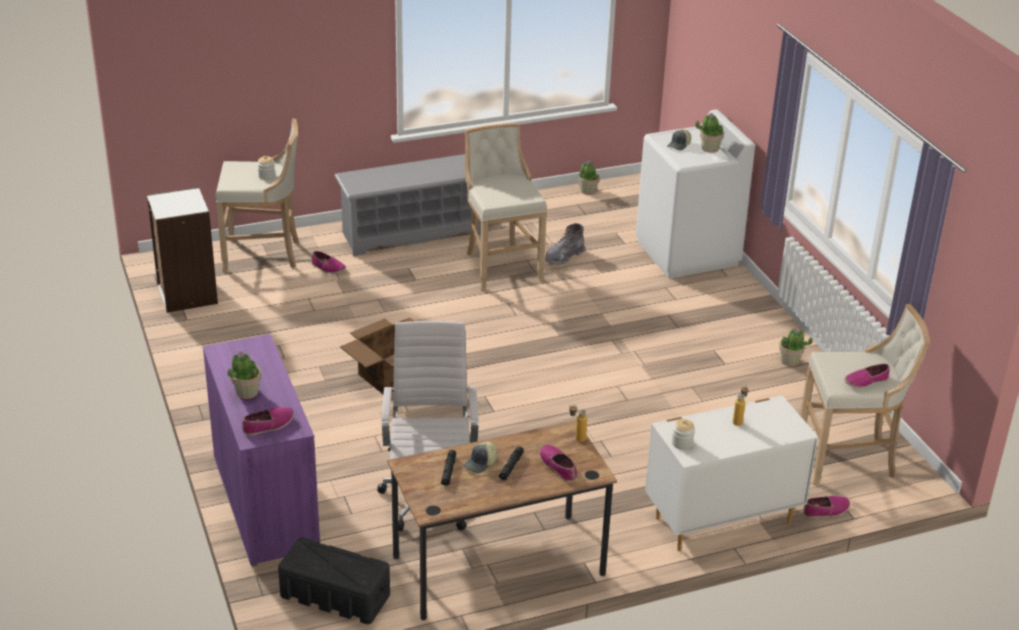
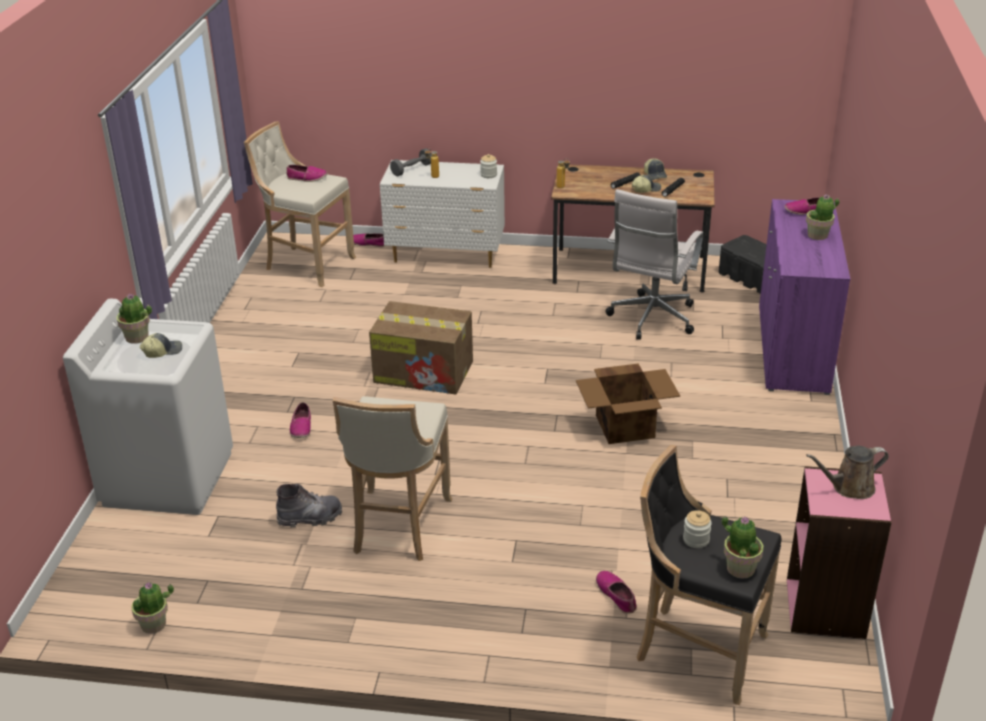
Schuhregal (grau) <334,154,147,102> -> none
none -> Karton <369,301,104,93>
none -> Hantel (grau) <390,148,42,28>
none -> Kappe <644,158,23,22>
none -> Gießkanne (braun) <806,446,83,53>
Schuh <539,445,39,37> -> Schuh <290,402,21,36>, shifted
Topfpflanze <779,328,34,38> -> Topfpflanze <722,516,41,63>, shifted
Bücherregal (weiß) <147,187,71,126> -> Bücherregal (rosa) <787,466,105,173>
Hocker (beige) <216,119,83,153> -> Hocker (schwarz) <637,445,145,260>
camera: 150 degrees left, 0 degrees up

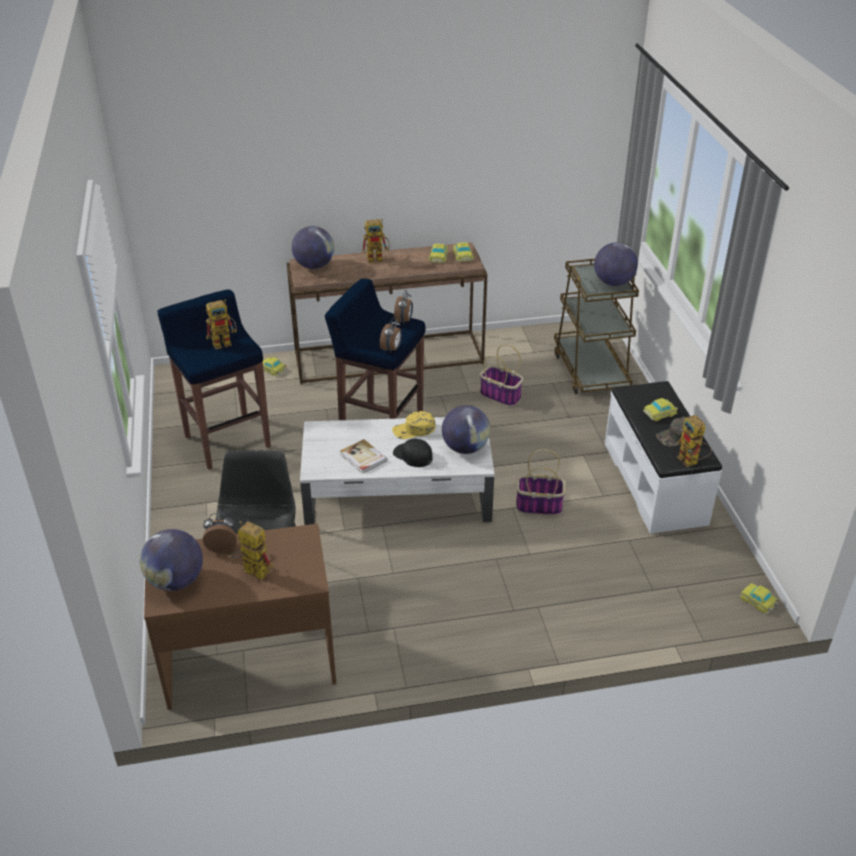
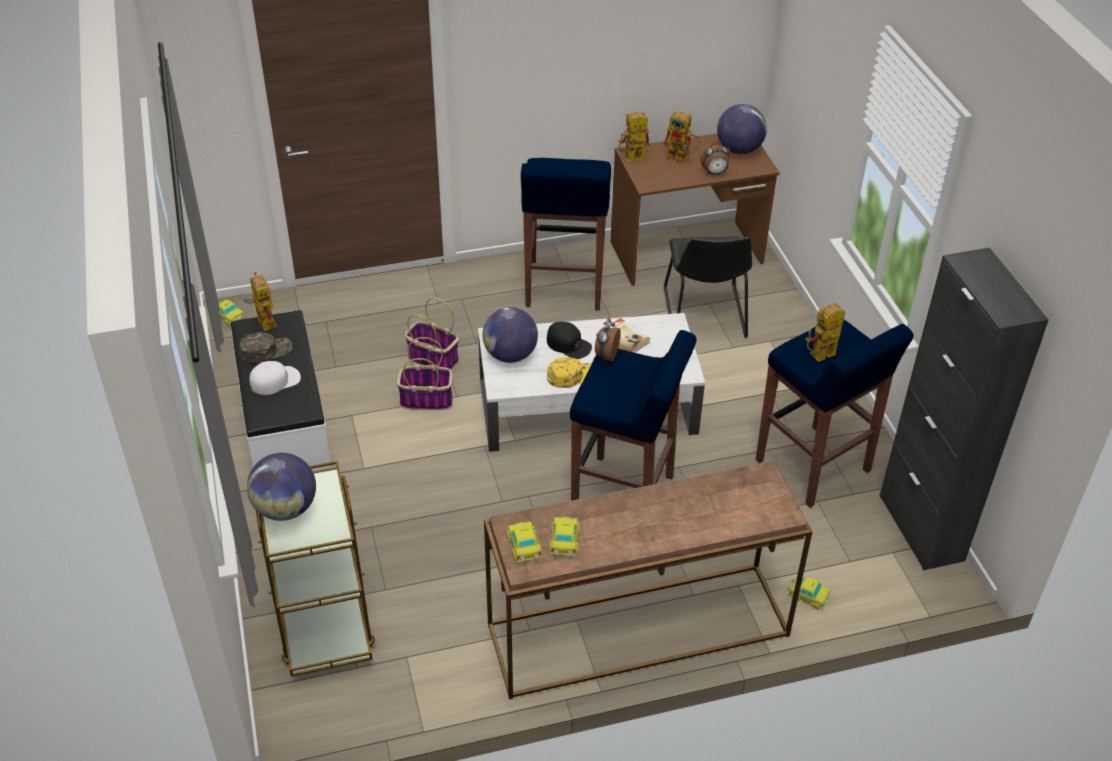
Globus <292,226,42,43> -> none
Wecker <394,290,19,35> -> none
none -> Hocker (blau) <521,158,90,153>
none -> Schrank (schwarz) <880,248,169,322>
Spielzeugroboter <362,219,28,44> -> Spielzeugroboter <618,112,32,50>, shifted
Korb <480,344,43,63> -> Korb <405,298,54,72>, shifted
Spielzeugauto <643,398,35,23> -> Kappe (weiß) <249,361,52,34>
camera: 175 degrees right, 5 degrees up

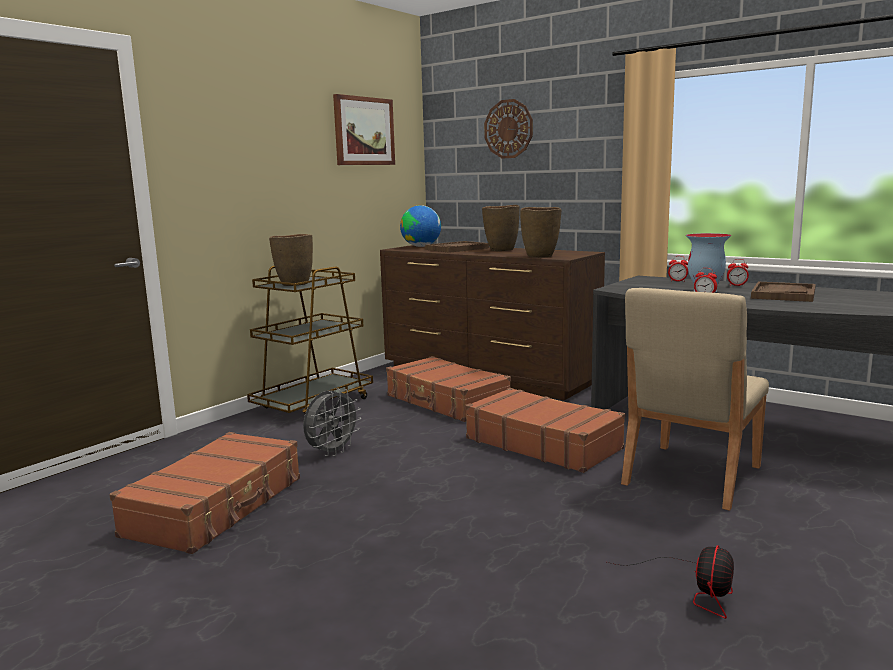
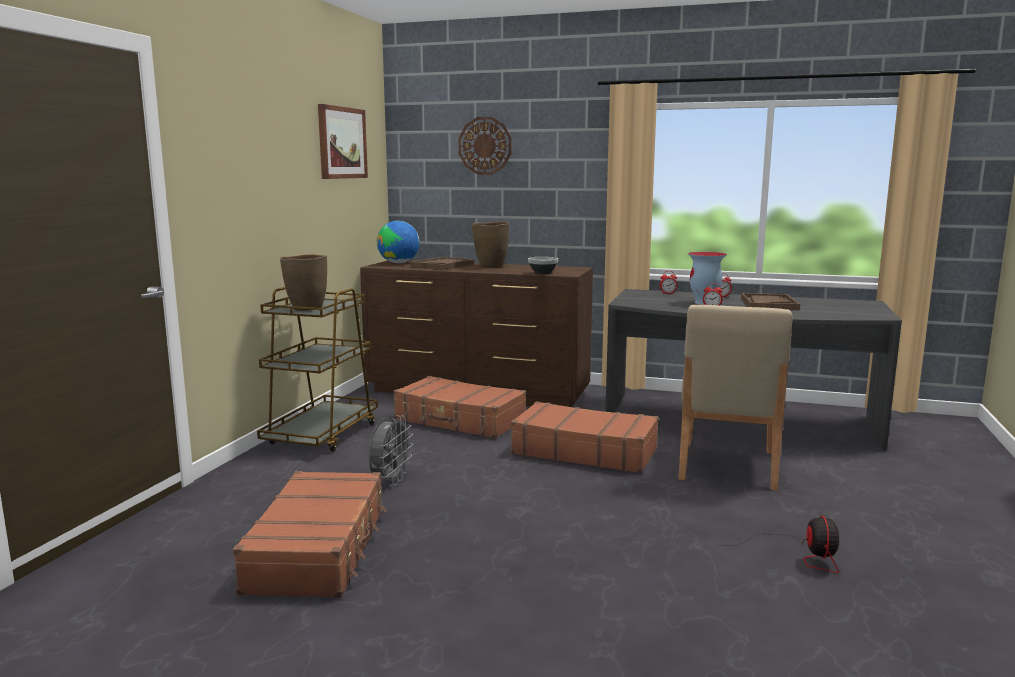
Vase (braun) <520,207,41,51> -> Schüssel <528,257,30,17>
camera: 20 degrees left, 0 degrees up

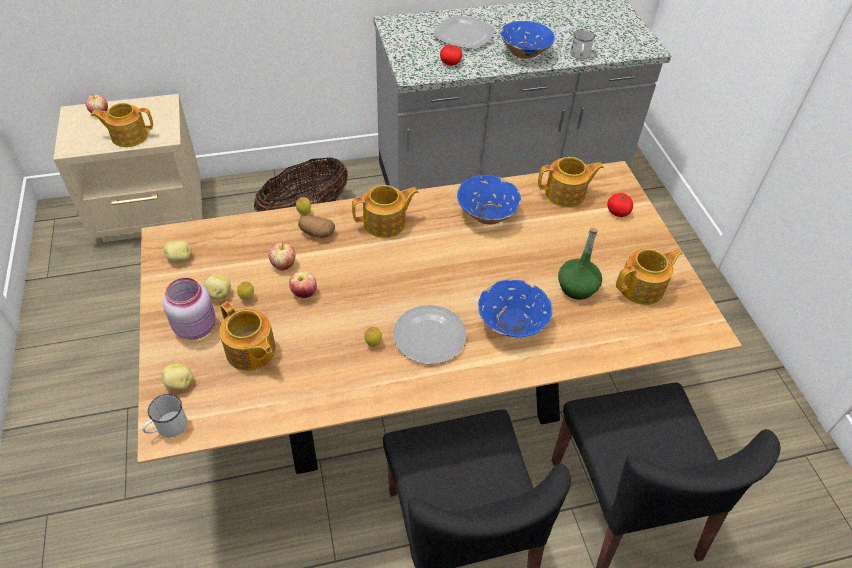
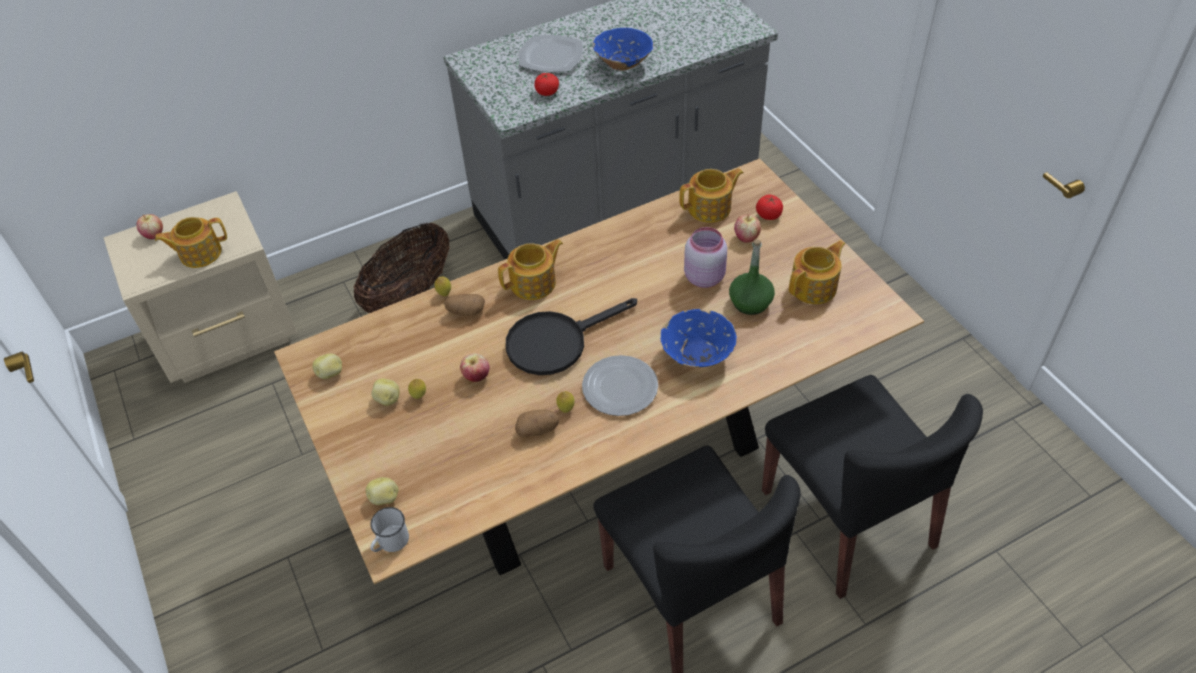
Teekanne <220,301,56,70> -> none
Schüssel (blau) <457,175,64,49> -> none
Henkelbecher (weiß) <571,29,24,30> -> none
none -> Pfanne (schwarz) <506,298,131,77>
none -> Kartoffel <515,410,44,27>
Vorratsglas (rosa) <163,278,53,62> -> Vorratsglas (rosa) <684,227,43,61>, shifted
Apfel <269,242,26,28> -> Apfel <734,214,27,29>, shifted
camera: 10 degrees left, 0 degrees up

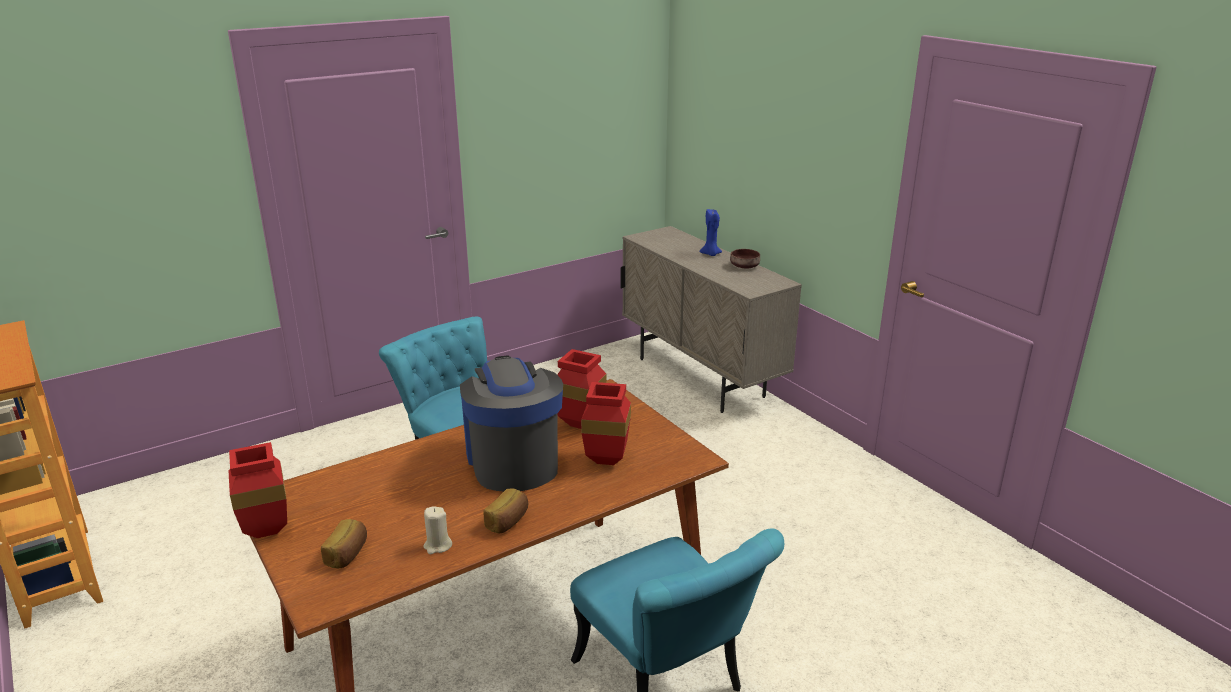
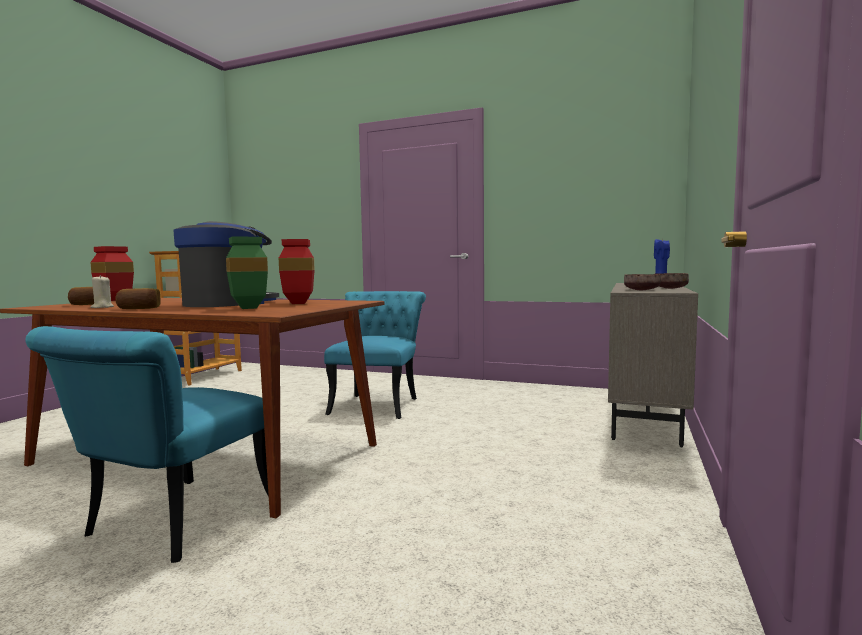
none -> Schüssel (braun) <624,274,37,16>
Vase (rot) <581,382,50,83> -> Vase (grün) <226,236,42,73>
camera: 55 degrees right, 20 degrees down

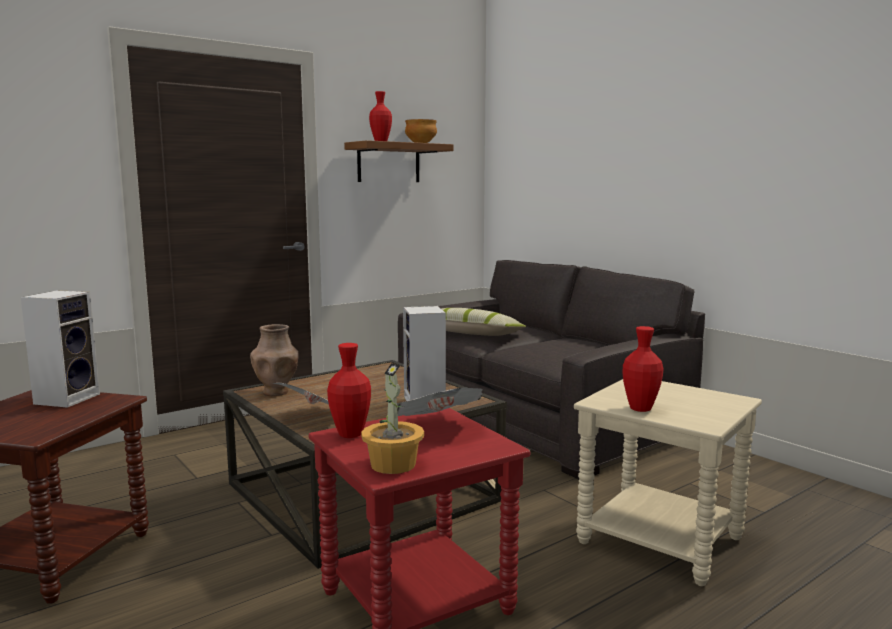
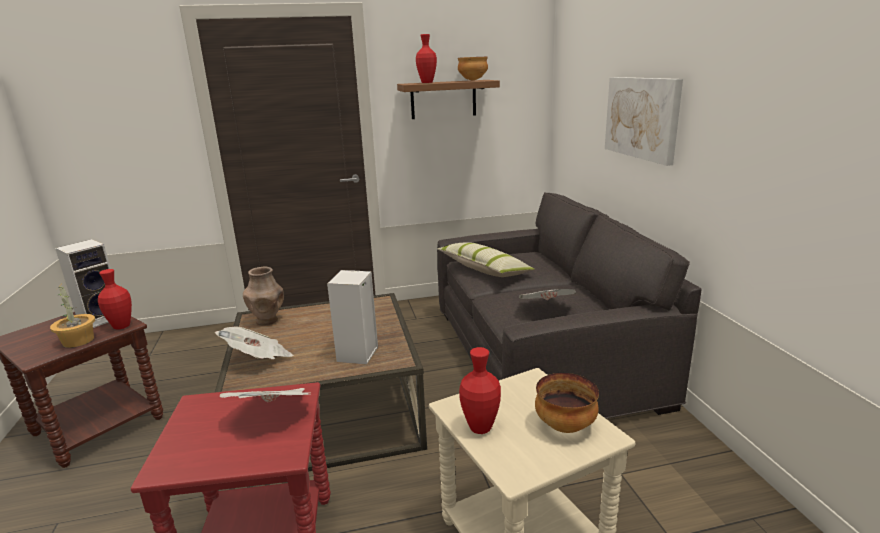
none -> Zeitung <519,289,57,11>
none -> Schüssel <535,373,64,60>
none -> Bild <605,77,78,89>
Vase (rot) <327,343,44,95> -> Vase (rot) <98,269,34,61>, shifted
Topfpflanze <361,363,63,111> -> Topfpflanze <50,286,45,62>, shifted
camera: 25 degrees right, 10 degrees up

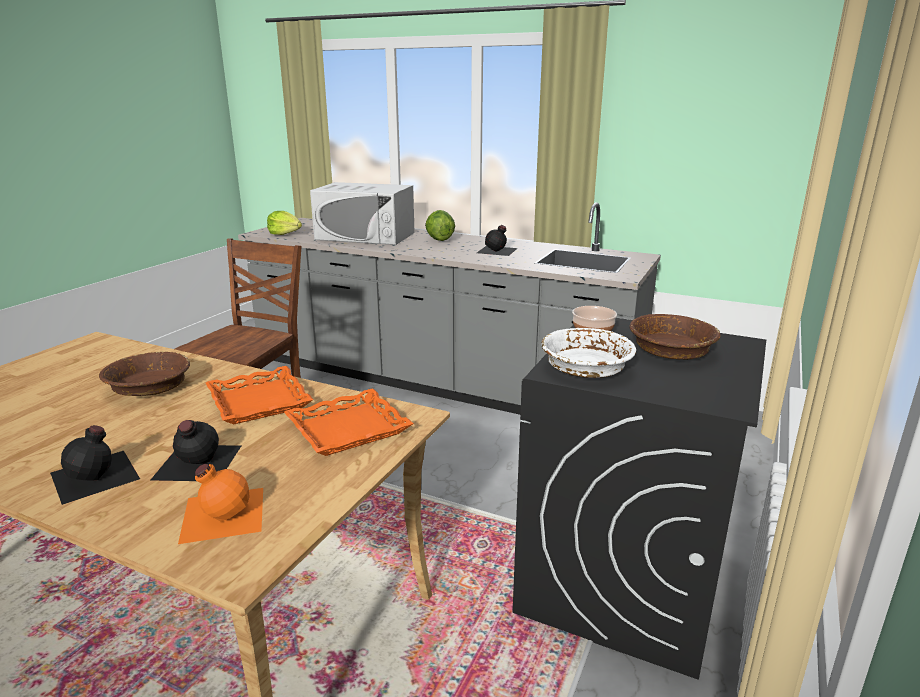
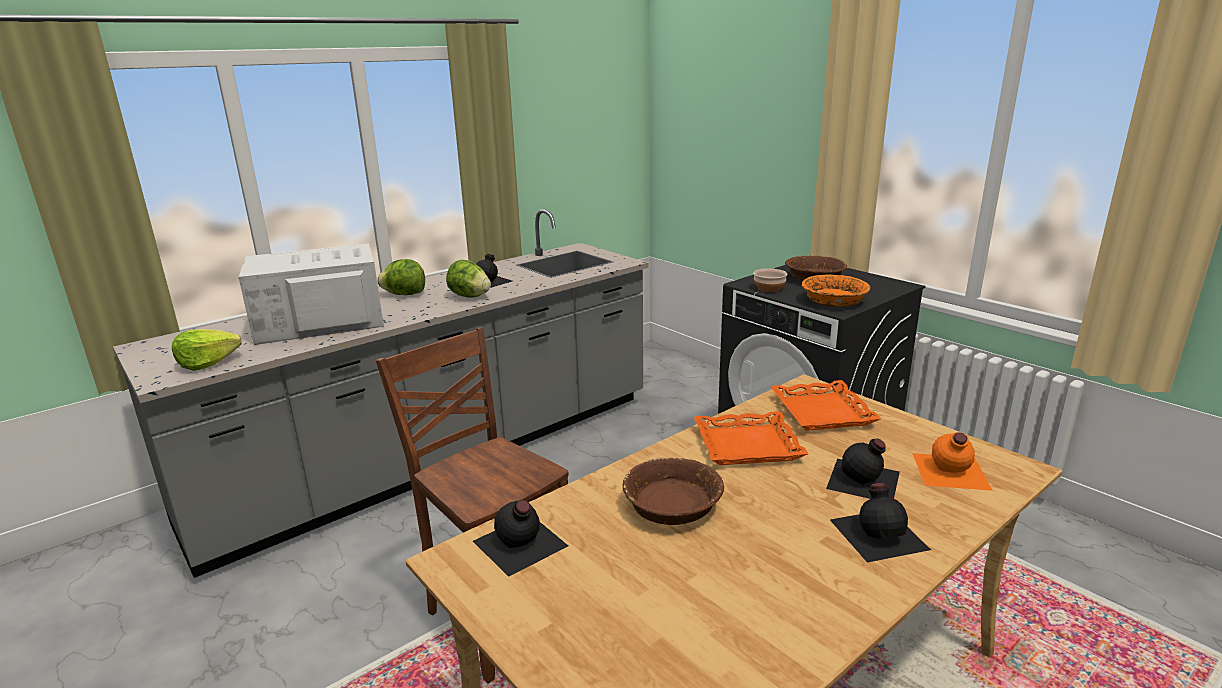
none -> Salatkopf <446,260,45,38>
none -> Flasche (schwarz) <473,500,95,77>
Schüssel (weiß) <541,328,95,50> -> Schüssel (orange) <802,274,69,33>
Mikrowelle (weiß) <310,182,105,63> -> Mikrowelle (weiß) <239,243,145,102>, 150 degrees counterclockwise
camera: 65 degrees left, 0 degrees up

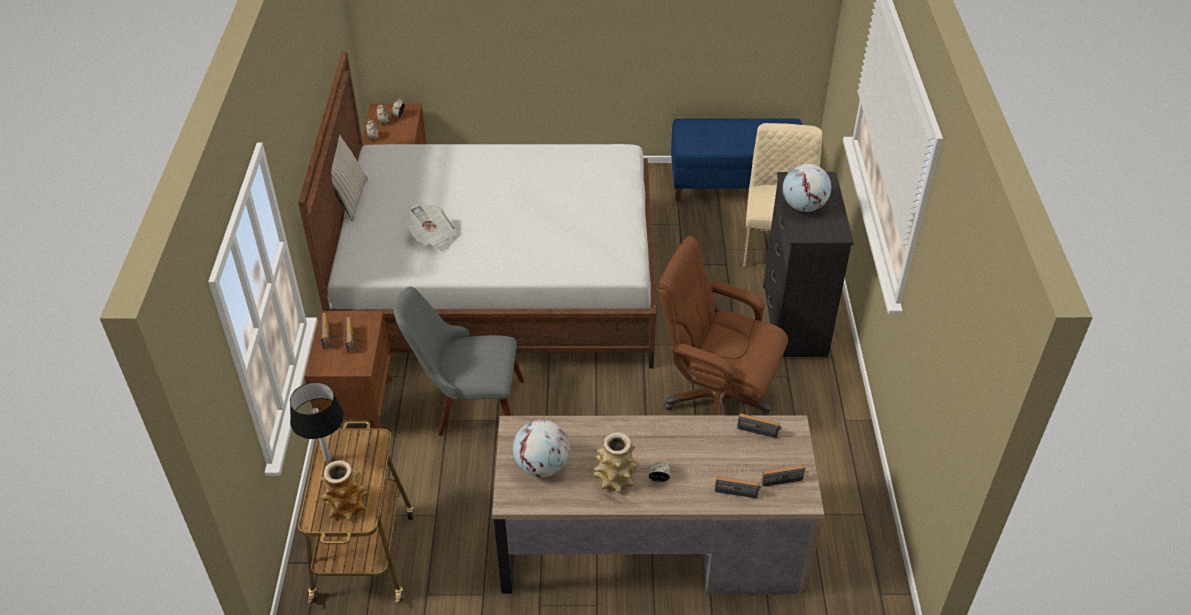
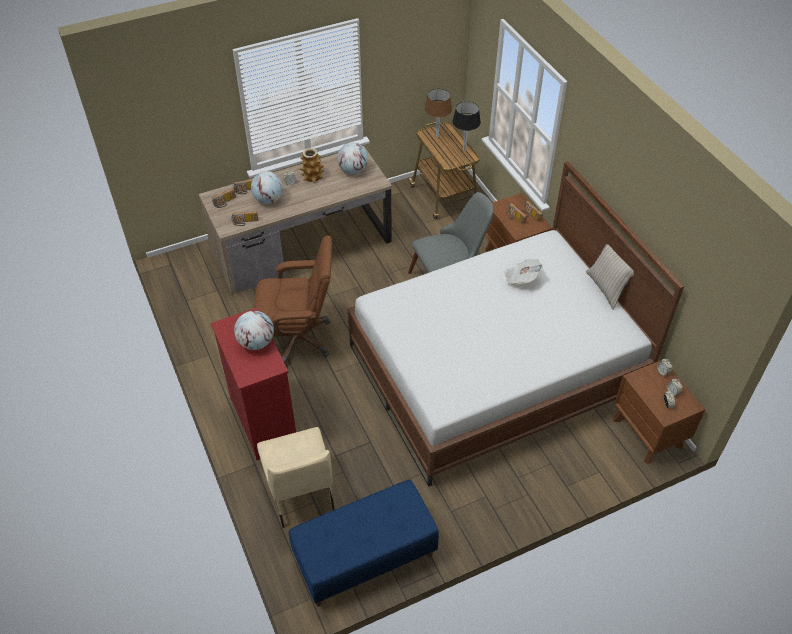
none -> Globus <251,171,32,33>
Vase <321,461,46,60> -> Tischlampe (braun) <424,89,28,49>
Kommode (schwarz) <763,172,91,185> -> Kommode (rot) <211,308,85,152>
camera: 155 degrees right, 5 degrees up

